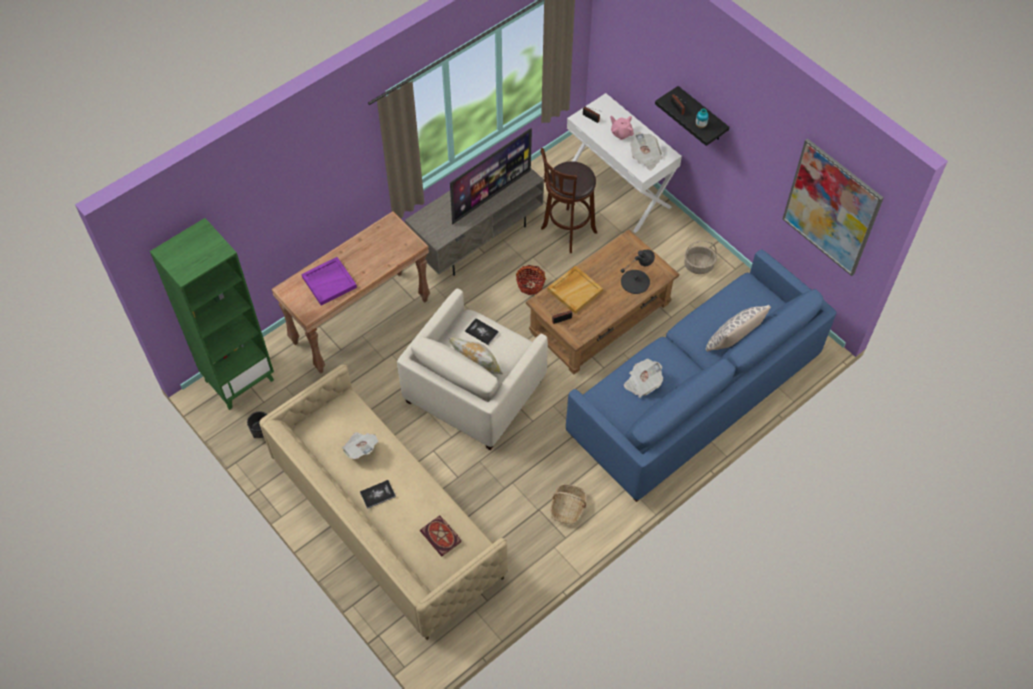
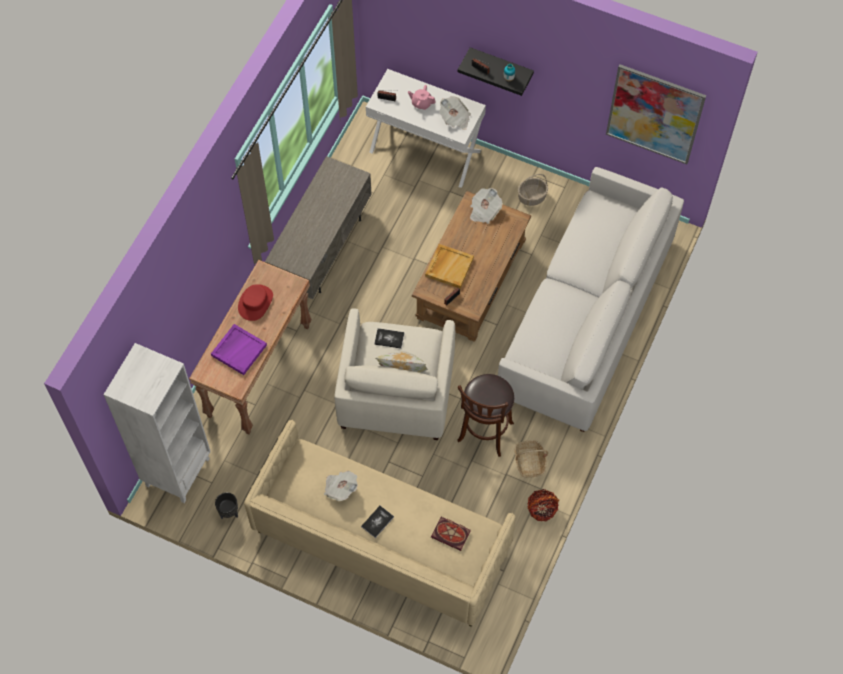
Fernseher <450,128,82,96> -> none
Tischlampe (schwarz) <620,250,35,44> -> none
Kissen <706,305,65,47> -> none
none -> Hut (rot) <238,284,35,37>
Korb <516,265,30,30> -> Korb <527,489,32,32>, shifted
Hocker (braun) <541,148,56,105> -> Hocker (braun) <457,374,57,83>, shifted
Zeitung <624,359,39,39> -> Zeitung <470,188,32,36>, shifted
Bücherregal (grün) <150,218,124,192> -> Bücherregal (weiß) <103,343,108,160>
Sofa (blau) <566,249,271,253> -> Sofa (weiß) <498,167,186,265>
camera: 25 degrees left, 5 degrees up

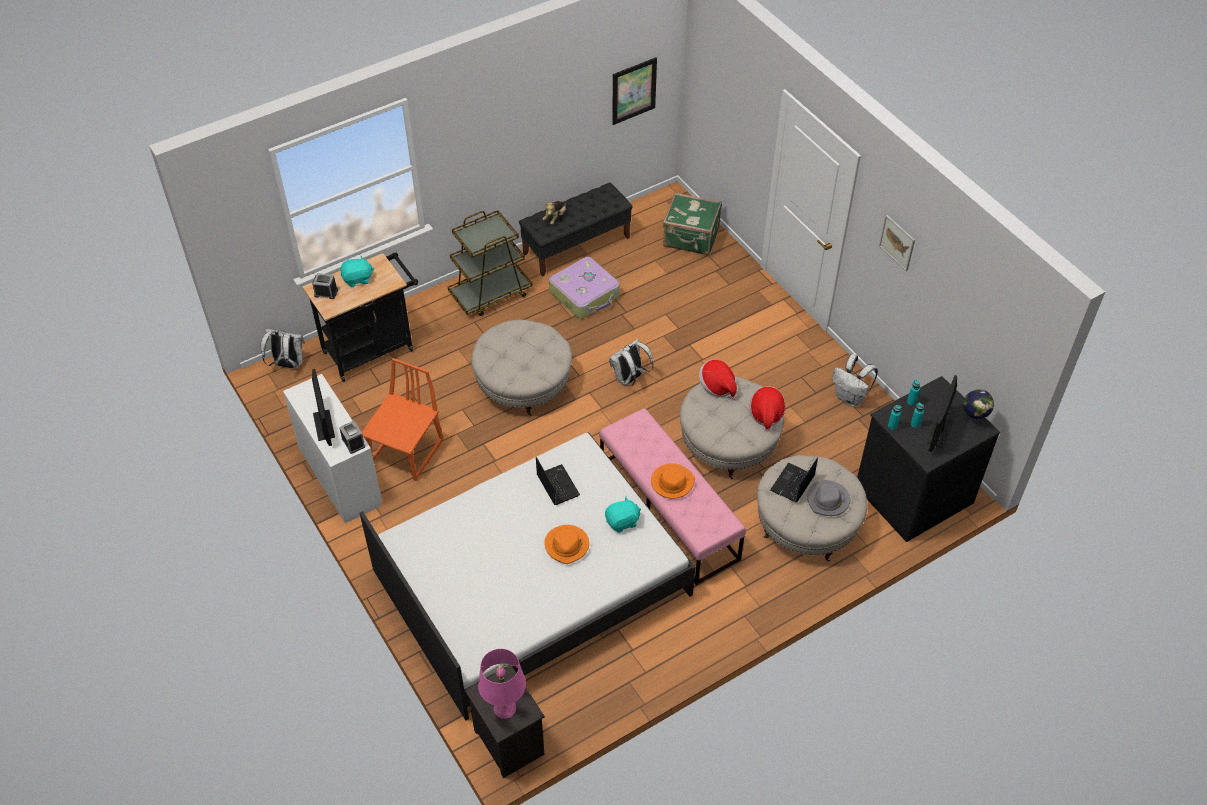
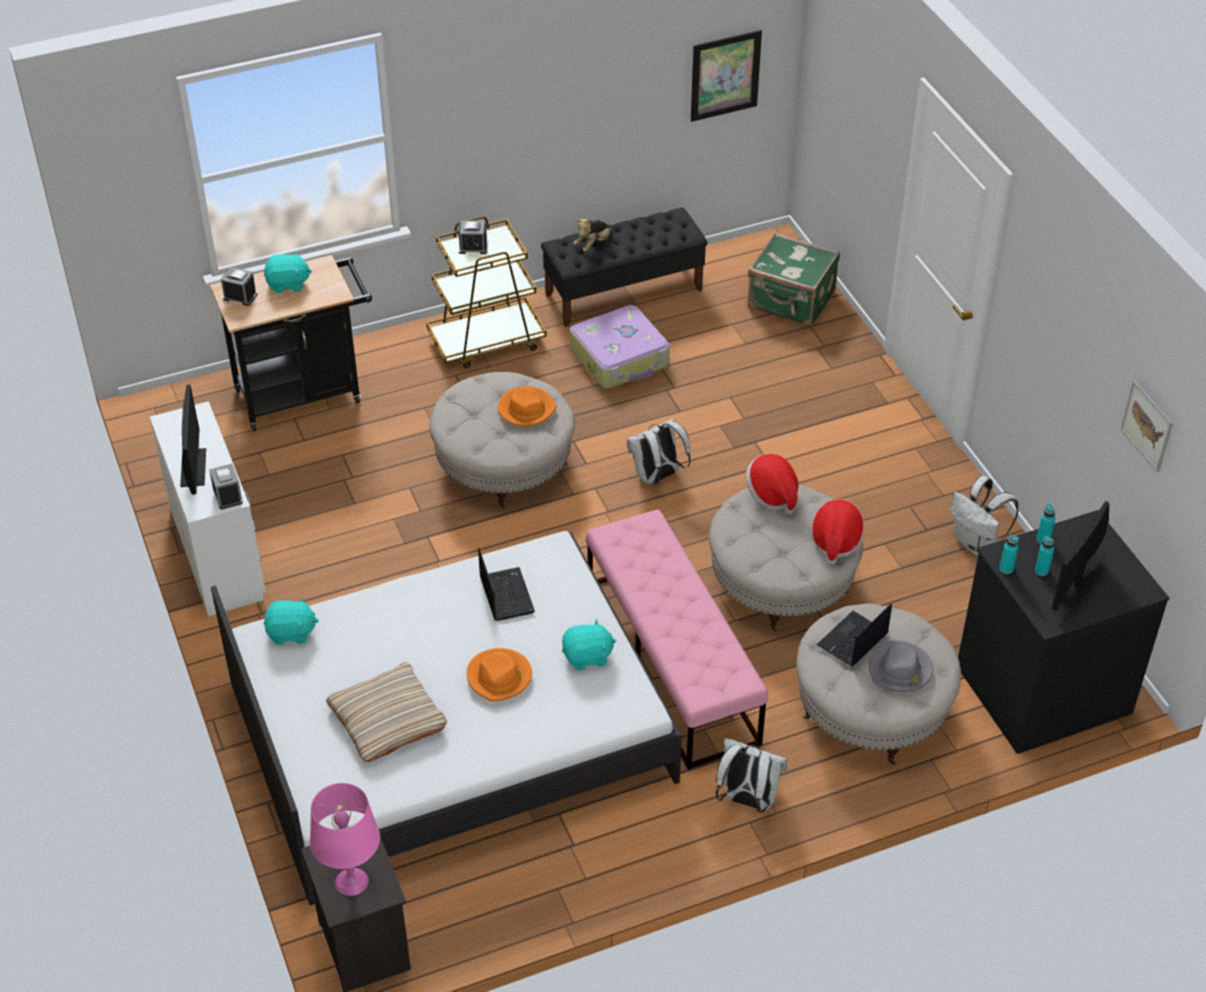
Stuhl (orange) <362,358,82,123> -> none
Globus <963,389,31,37> -> none
none -> Plüschtier (türkis) <264,597,55,48>
none -> Kissen (beige) <326,662,121,100>
none -> Wecker <459,221,29,33>
Rucksack (weiß) <261,329,44,40> -> Rucksack (weiß) <716,738,71,75>, shifted
Hut (orange) <651,464,44,35> -> Hut (orange) <498,386,59,41>, shifted
Bild <879,215,36,56> -> Bild <1120,381,53,91>, shifted
camera: 10 degrees right, 5 degrees down

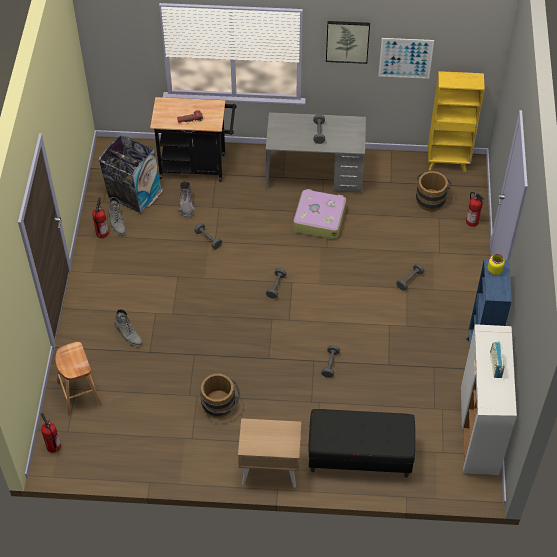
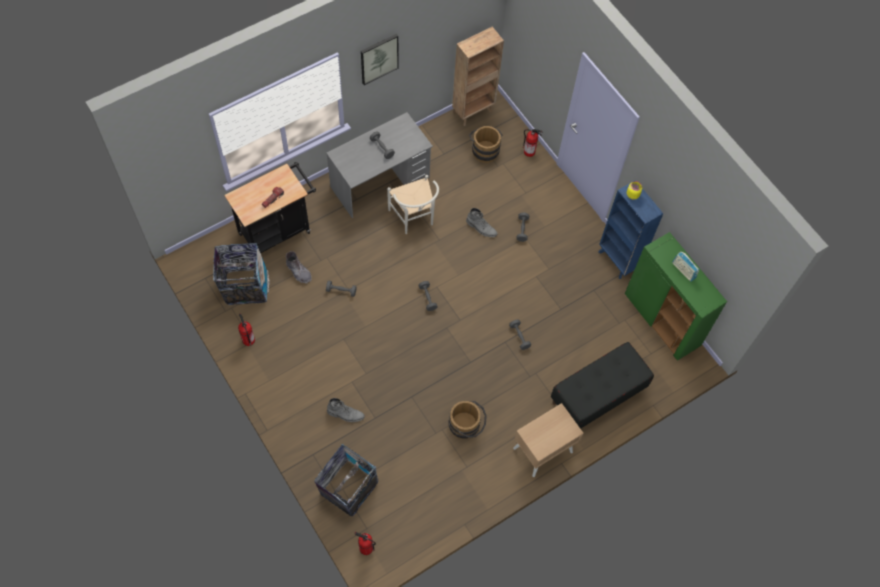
Bild <378,38,56,41> -> none
Stiefel (grau) <109,197,17,38> -> Stiefel (grau) <466,208,32,29>, shifted
Hocker (braun) <55,342,47,74> -> Mülleimer <314,444,65,73>
Koffer <293,189,53,50> -> Stuhl (weiß) <387,175,52,59>
Bücherregal (gelb) <428,71,57,101> -> Bücherregal (braun) <452,27,52,99>
Schrank (weiß) <461,324,56,151> -> Schrank (grün) <625,232,102,129>
camera: 40 degrees left, 10 degrees up

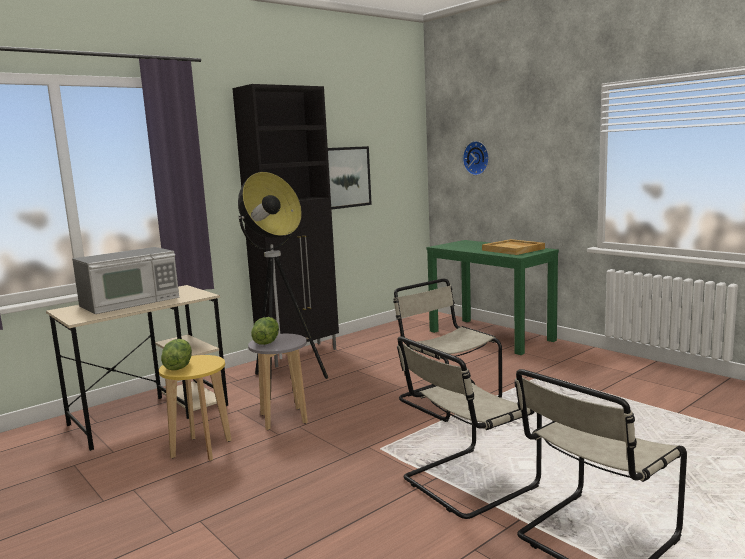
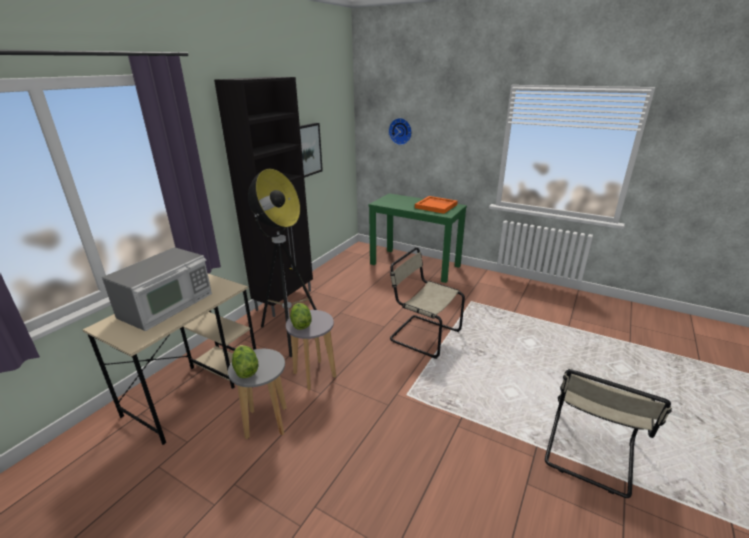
Stuhl (beige) <397,336,145,183> -> none
Hocker (gelb) <159,355,72,106> -> Hocker (grau) <228,349,59,90>
Tablett (beige) <482,239,63,16> -> Tablett (orange) <415,196,43,18>
camera: 20 degrees left, 15 degrees up

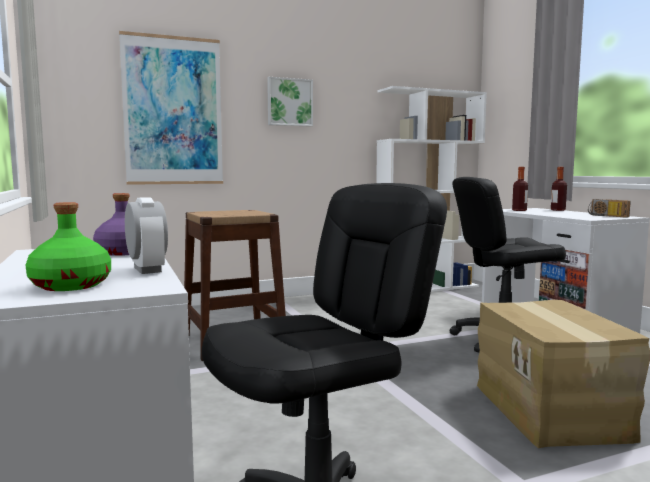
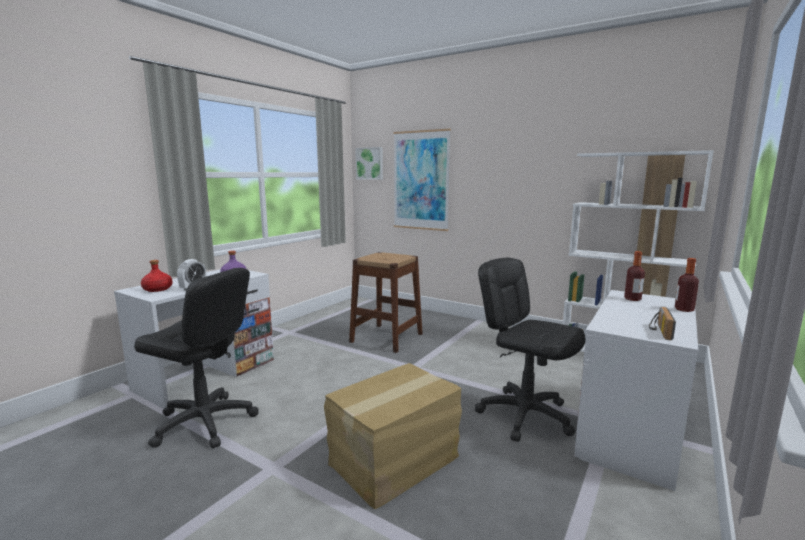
Bild <267,77,46,50> -> Bild <355,147,28,33>, shifted
Flasche (grün) <25,202,86,89> -> Flasche (rot) <141,260,32,32>
camera: 55 degrees right, 5 degrees up

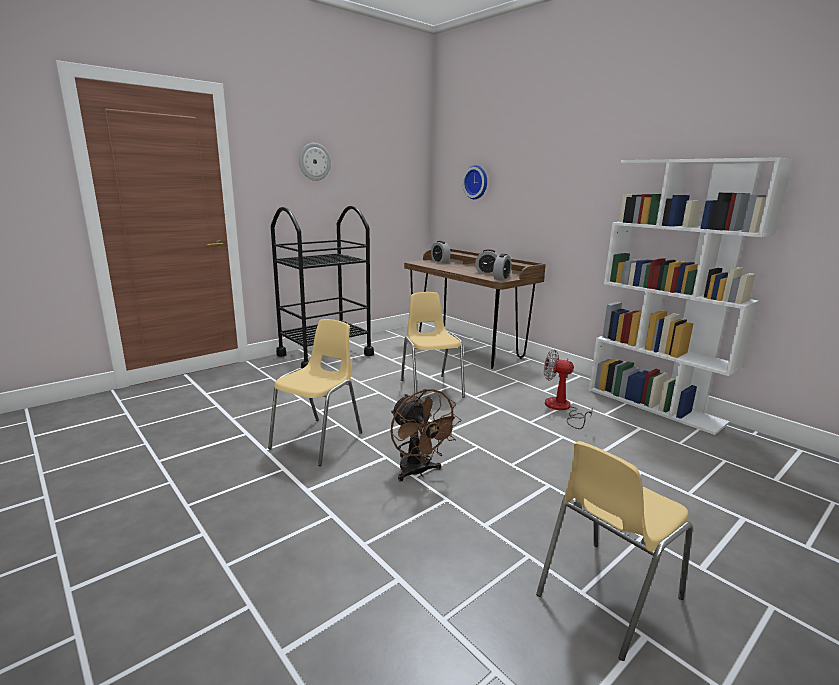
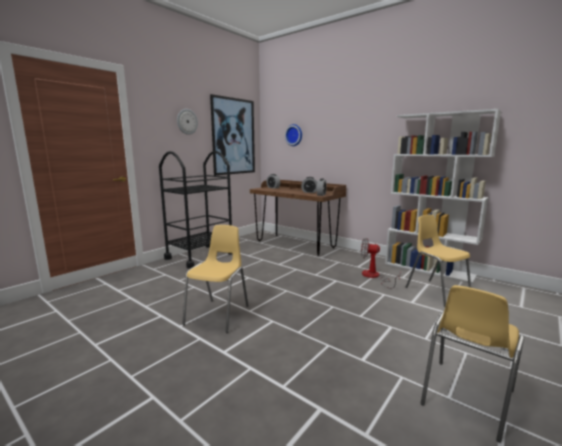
Ventilator (braun) <391,389,70,92> -> none
none -> Bild <210,94,45,81>
Stuhl (gelb) <401,292,64,106> -> Stuhl (gelb) <406,215,65,92>, shifted
camera: 10 degrees left, 5 degrees down

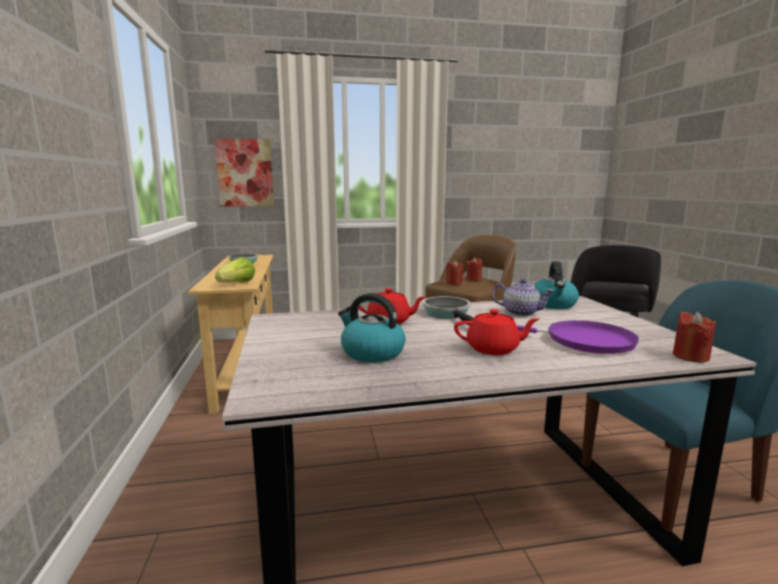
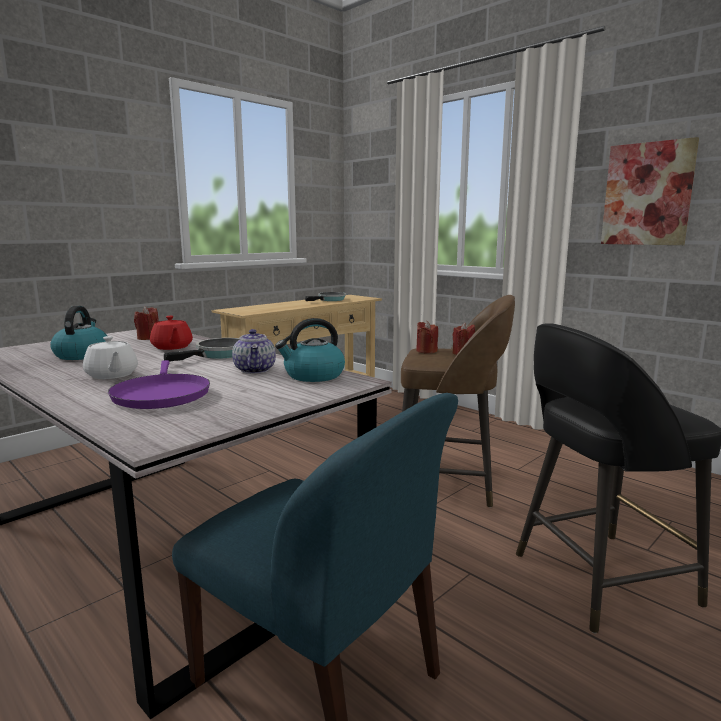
Salatkopf <215,257,40,25> -> none
Bild <215,139,59,68> -> Bild <601,137,98,108>, shifted
Kerze (rot) <673,312,43,51> -> Kerze (rot) <134,306,25,34>, shifted
Teekanne (rot) <454,309,85,46> -> Teekanne (weiß) <83,336,55,43>
camera: 55 degrees right, 0 degrees up

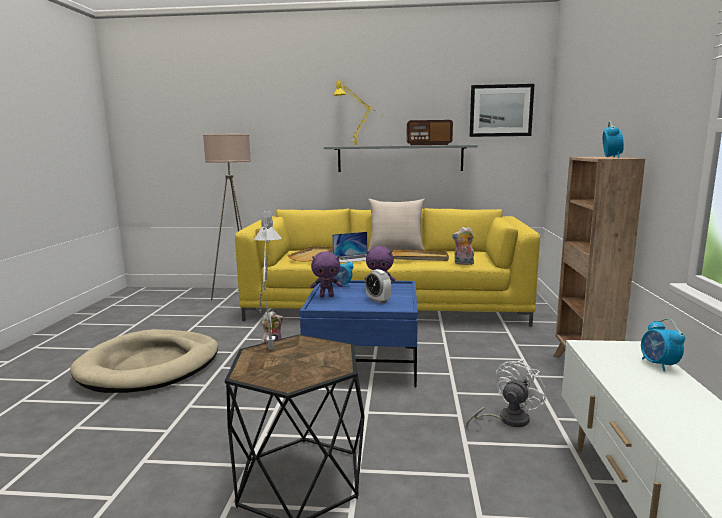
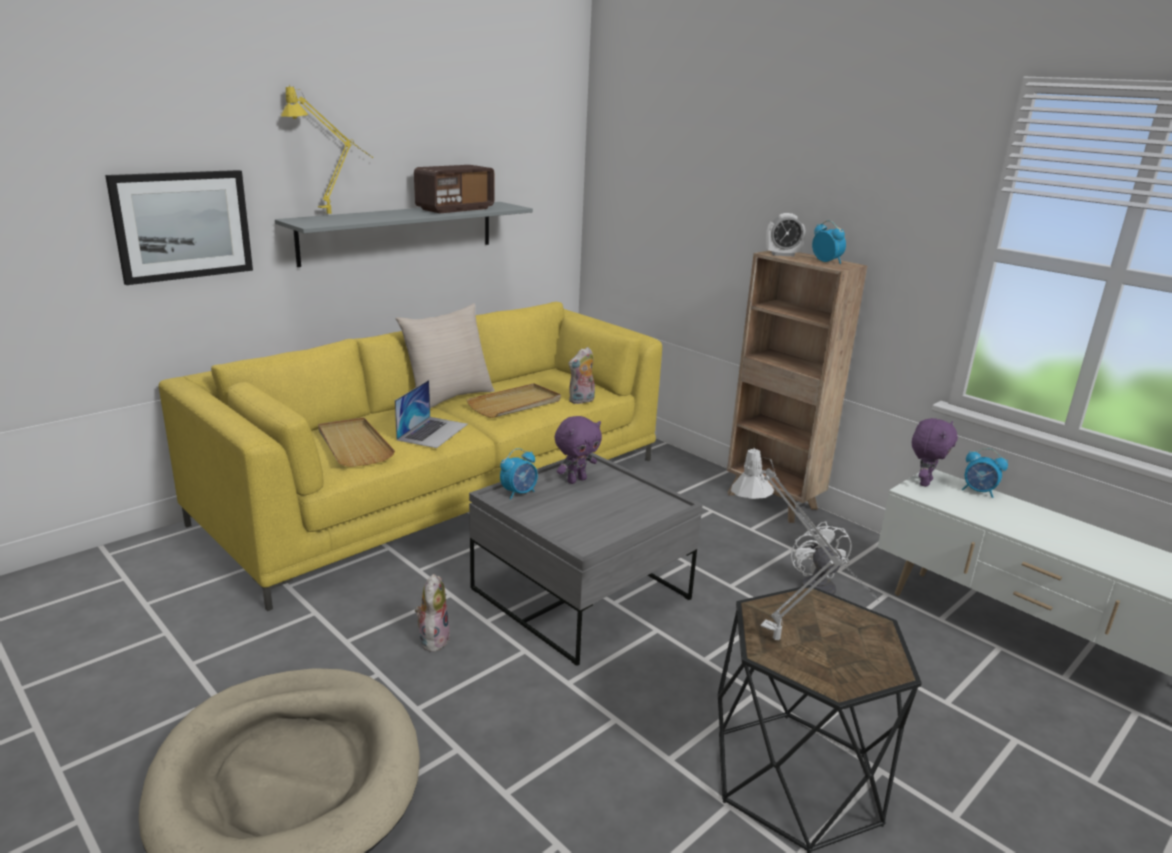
Stehlampe (beige) <203,134,48,166> -> none
Plüschtier (lila) <310,251,33,46> -> Plüschtier (lila) <912,418,46,69>, shifted
Wecker <365,269,26,34> -> Wecker <766,213,39,44>, shifted
Bild <470,84,65,53> -> Bild <105,170,148,115>, shifted
Couchtisch (blau) <300,280,118,107> -> Couchtisch (grau) <469,453,234,213>
camera: 50 degrees left, 10 degrees up

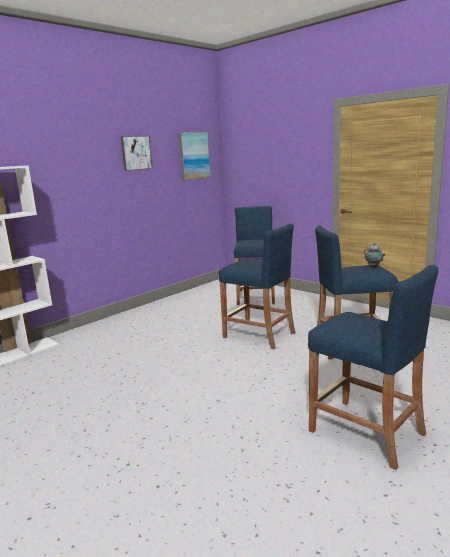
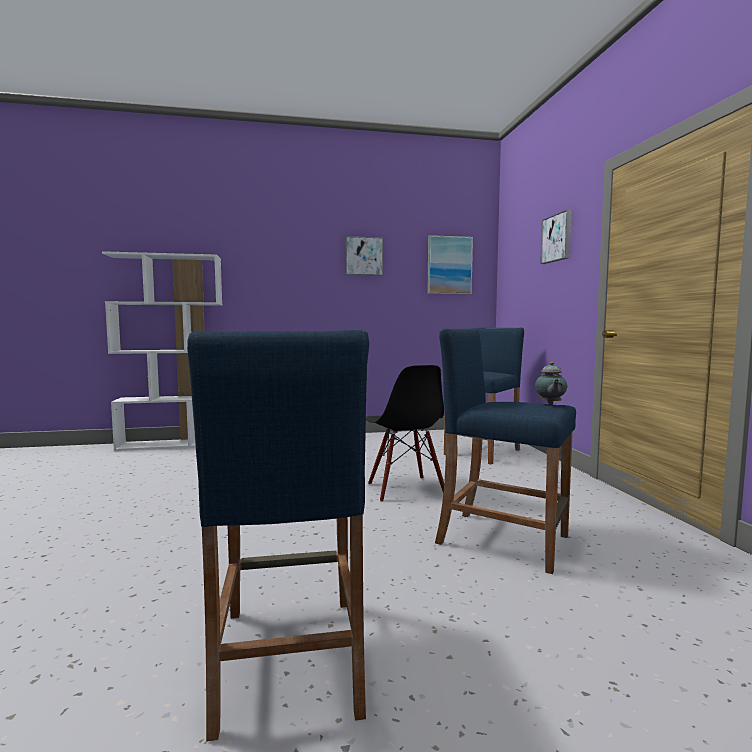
none -> Bild <540,210,32,54>
Hocker (blau) <219,223,76,126> -> Stuhl (schwarz) <366,365,78,137>
camera: 35 degrees right, 10 degrees down

